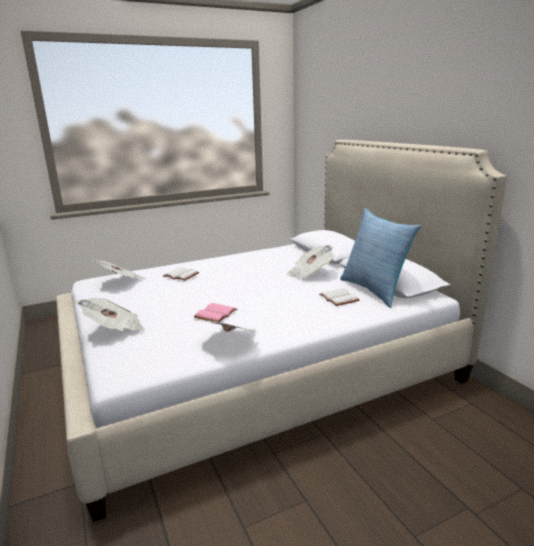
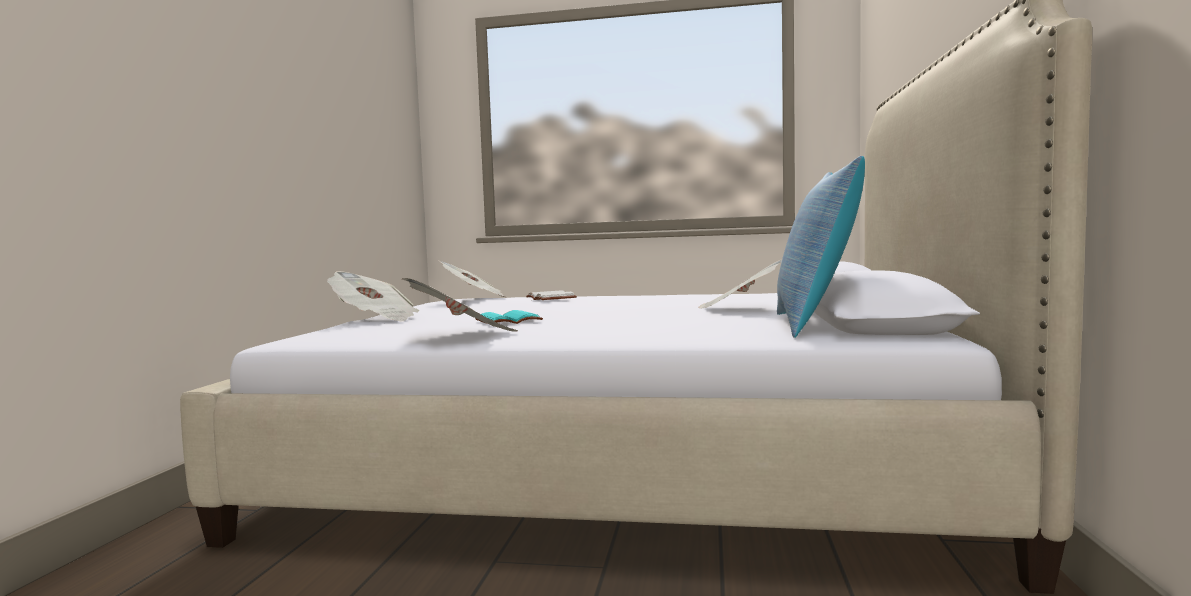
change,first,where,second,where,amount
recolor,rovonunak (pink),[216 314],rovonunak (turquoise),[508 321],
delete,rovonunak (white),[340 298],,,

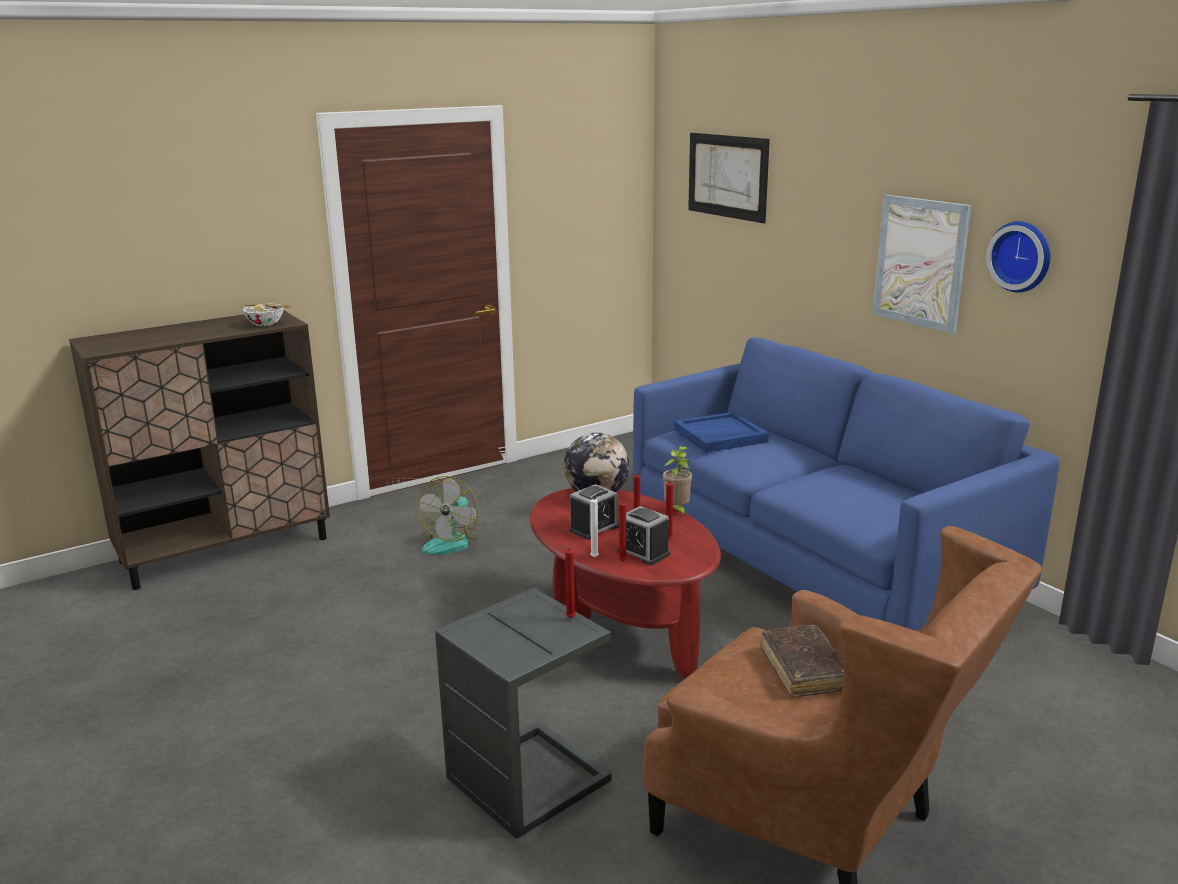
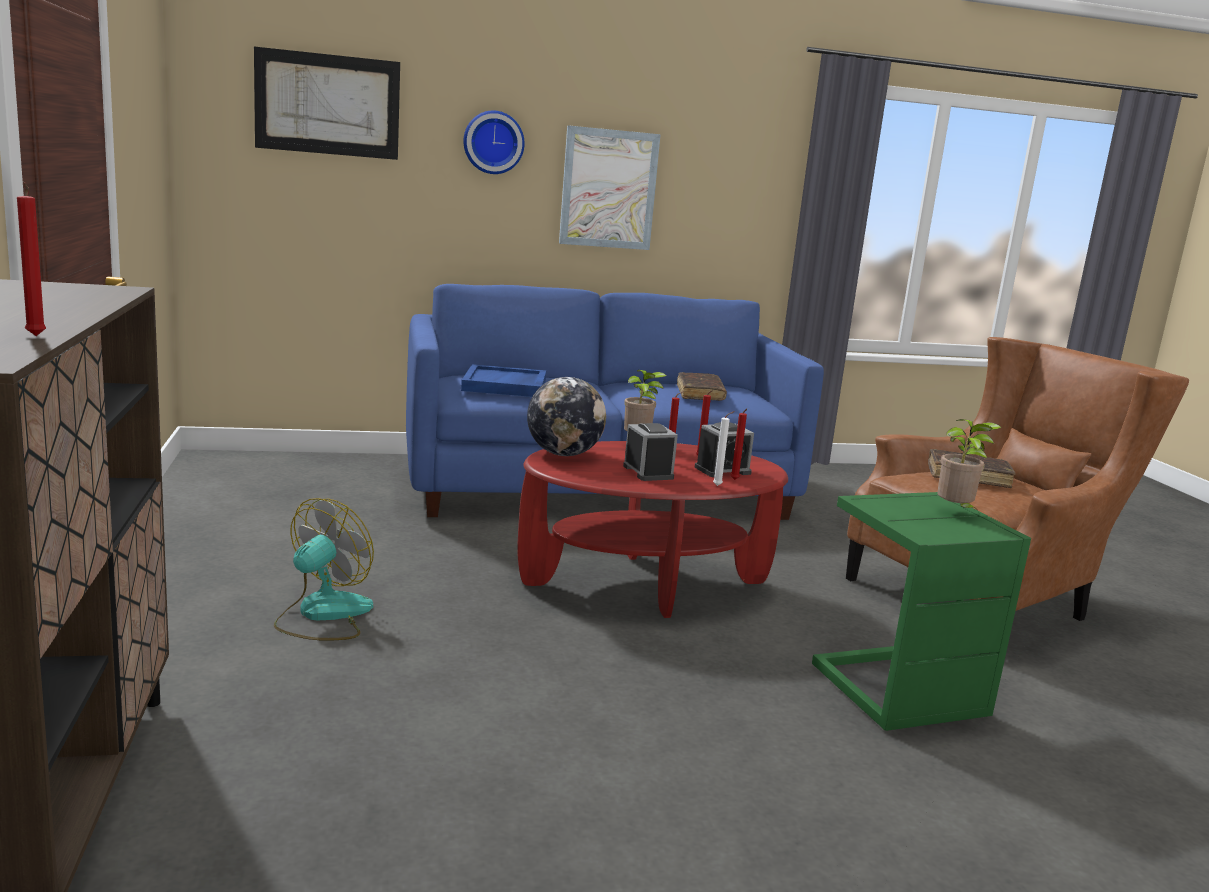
change,first,where,second,where,amount
delete,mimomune,[265 324],,,
rotate,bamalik,[452 542],,[323 615],105 degrees counterclockwise
recolor,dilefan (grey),[532 780],dilefan (green),[898 689],
move,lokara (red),[569 619],,[35 336],
move,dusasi,[1021 256],,[493 142],
insert,,,rovonunak (brown),[700 394],
insert,,,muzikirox,[956 512],

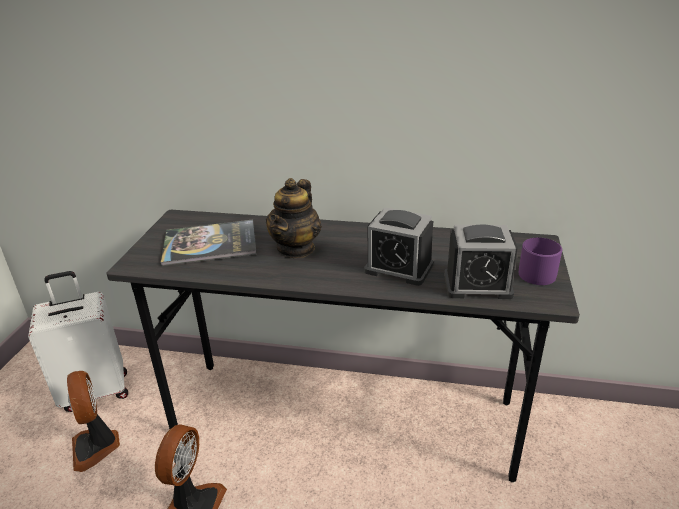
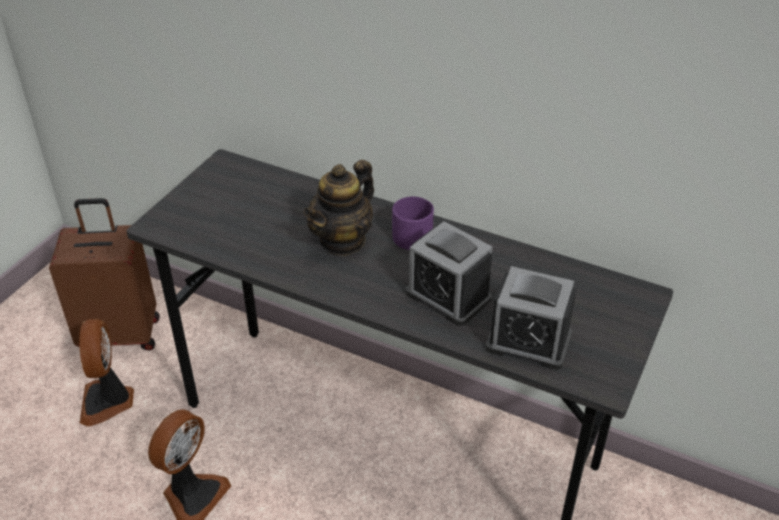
change,first,where,second,where,amount
recolor,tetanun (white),[96 391],tetanun (brown),[121 333],
delete,rovonunak,[210 244],,,
move,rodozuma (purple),[537 272],,[416 234],

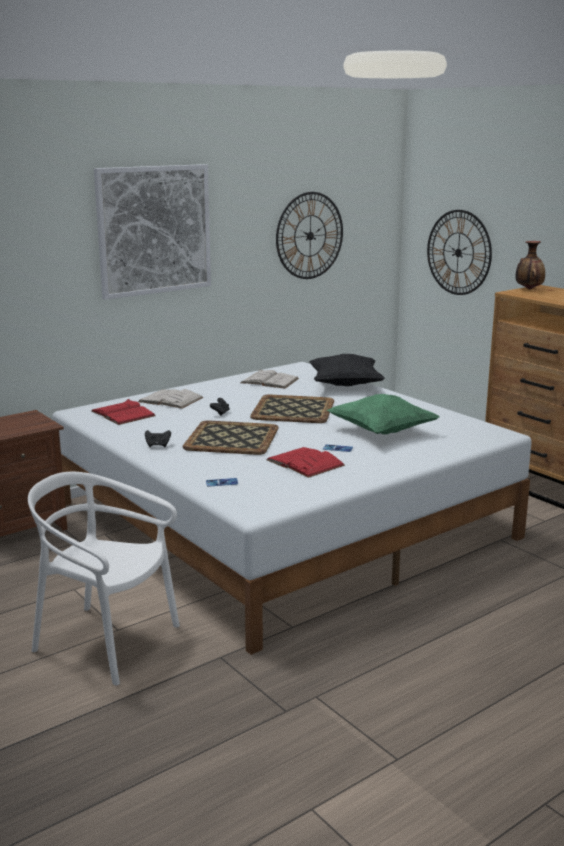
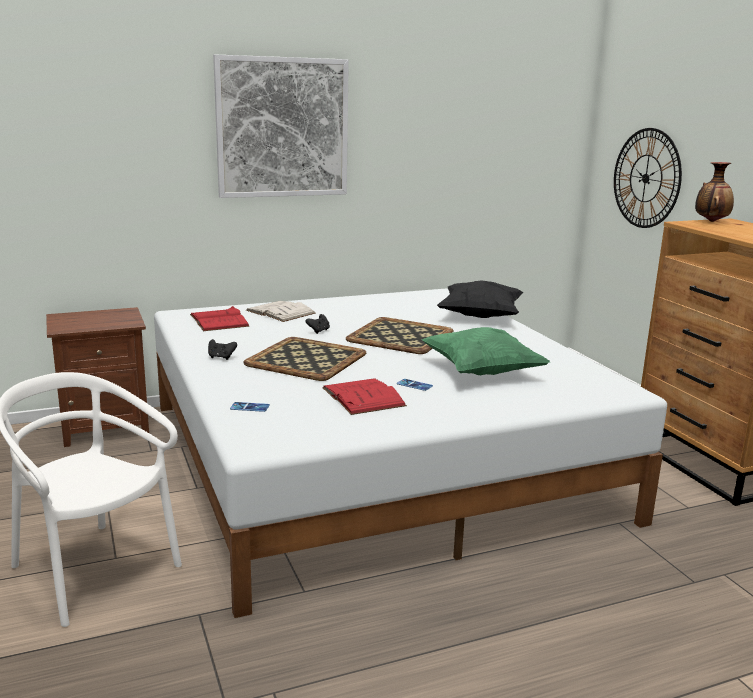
change,first,where,second,where,amount
delete,rovonunak (white),[269 381],,,
delete,dusasi,[310 236],,,

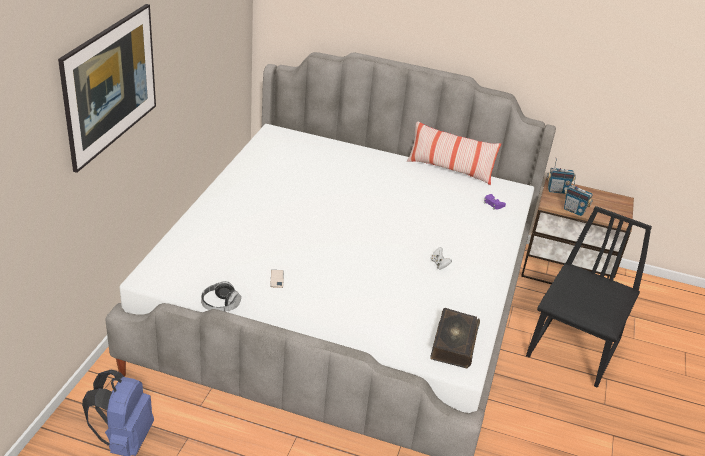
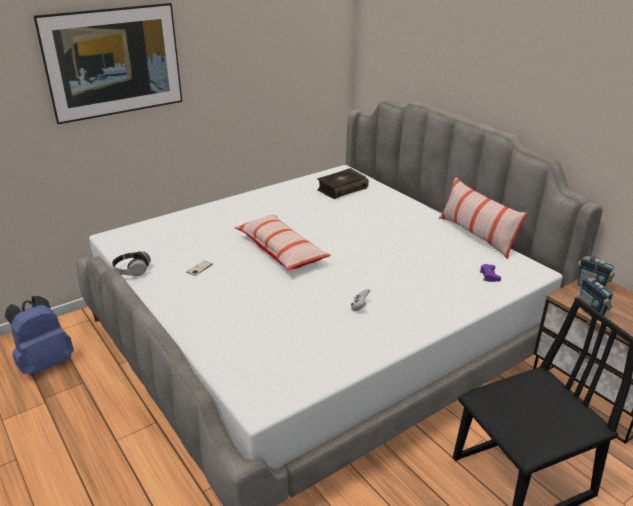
change,first,where,second,where,amount
move,rovonunak,[453 344],,[341 189],
insert,,,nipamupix,[281 251],

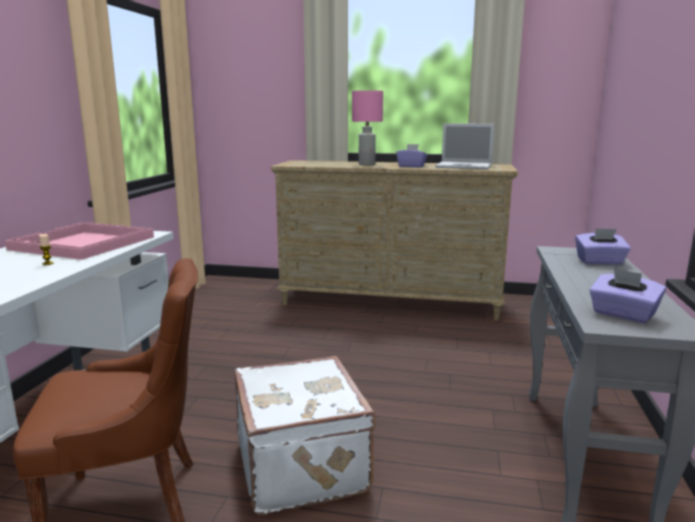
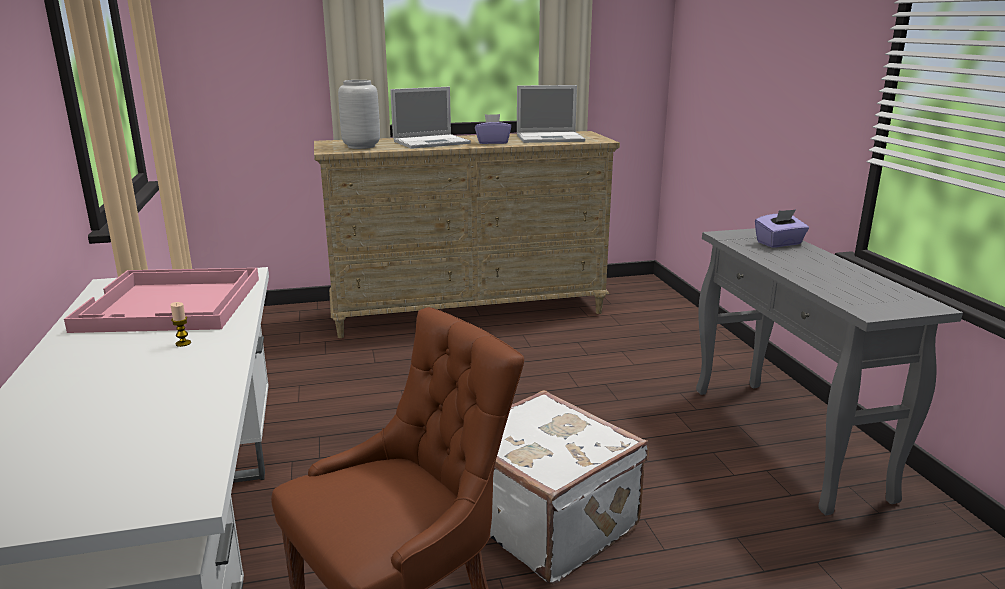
change,first,where,second,where,amount
replace,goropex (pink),[367 164],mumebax,[432 142],
delete,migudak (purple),[623 314],,,
insert,,,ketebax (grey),[360 146],

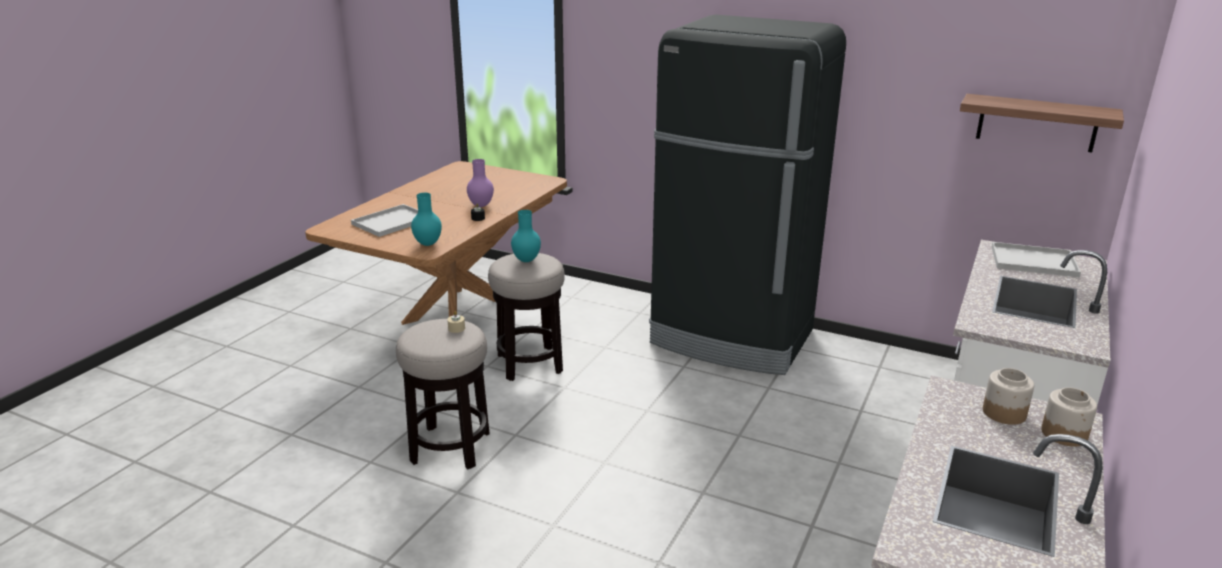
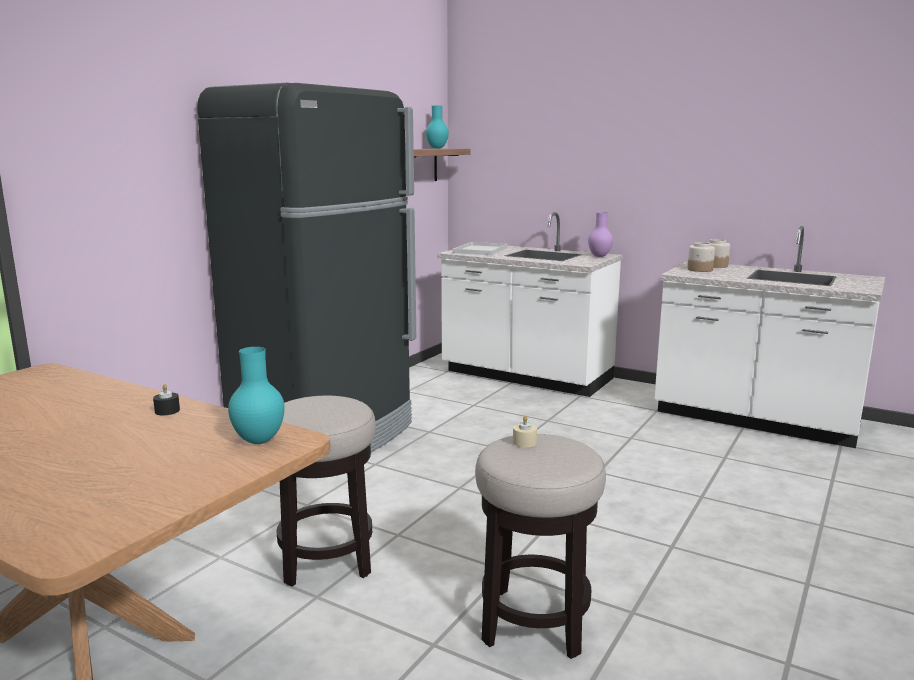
change,first,where,second,where,amount
delete,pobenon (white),[391 222],,,
move,ketebax (purple),[481 206],,[600 256],
move,ketebax (turquoise),[527 260],,[437 148],

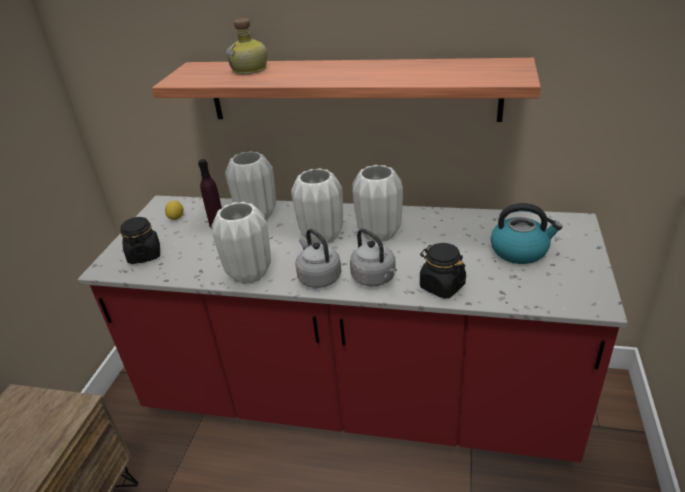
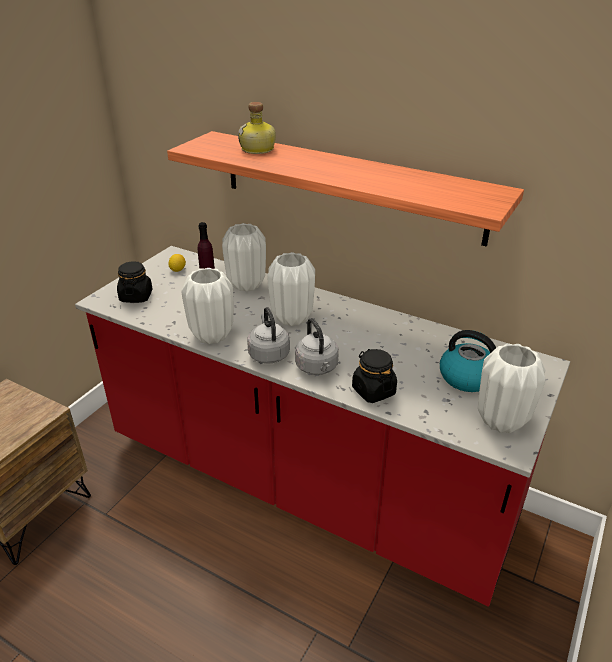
change,first,where,second,where,amount
move,ketebax (white),[378 234],,[500 420],

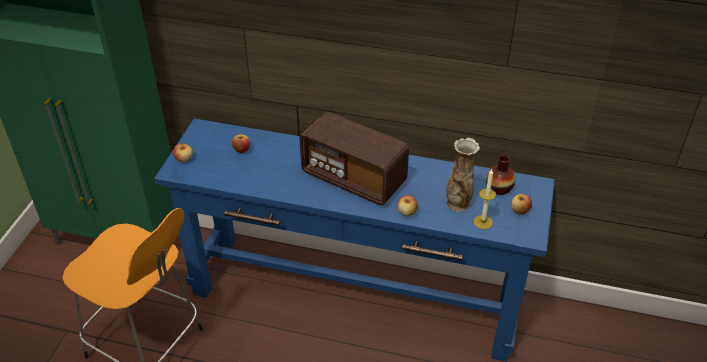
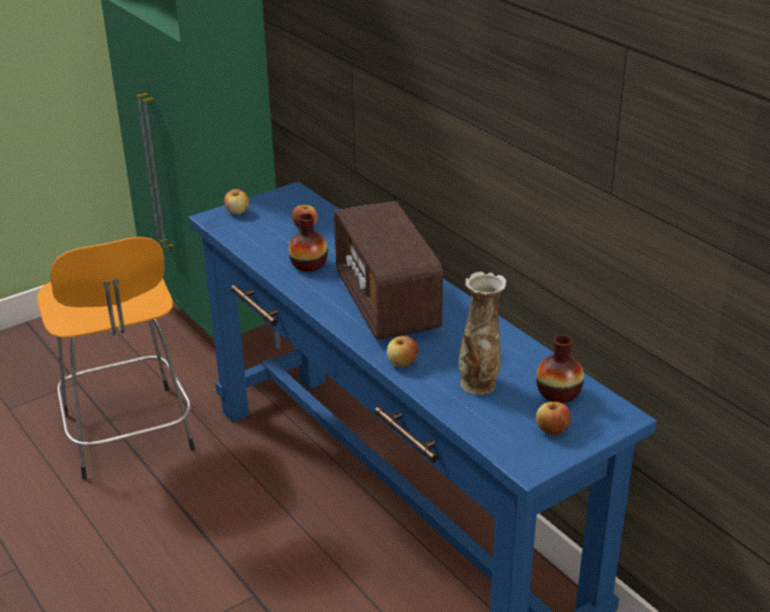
change,first,where,second,where,amount
delete,lokara,[483 222],,,
insert,,,ketebax,[309 265],

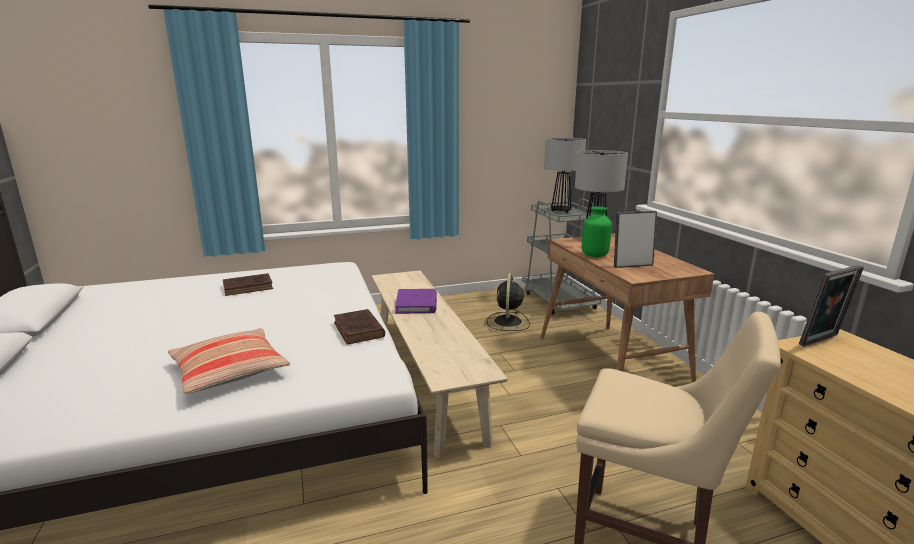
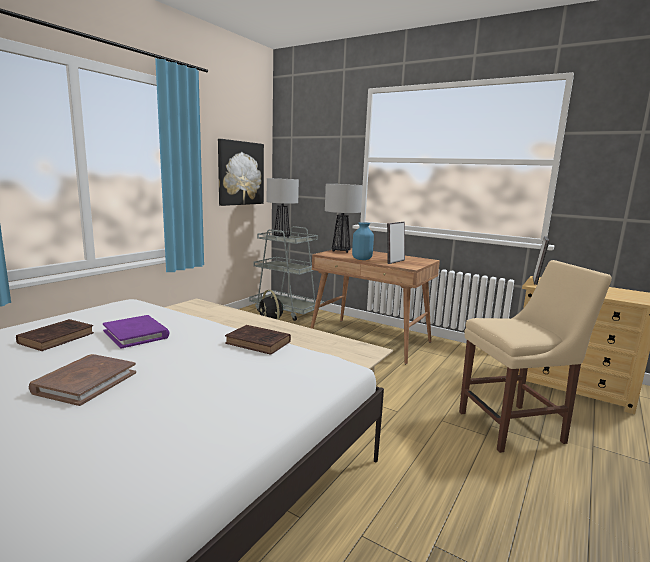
change,first,where,second,where,amount
delete,nipamupix,[230 371],,,
move,rovonunak (purple),[416 304],,[136 334],
recolor,ketebax (green),[595 255],ketebax (blue),[362 259],
insert,,,rovonunak (brown),[85 382],
insert,,,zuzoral,[240 173],

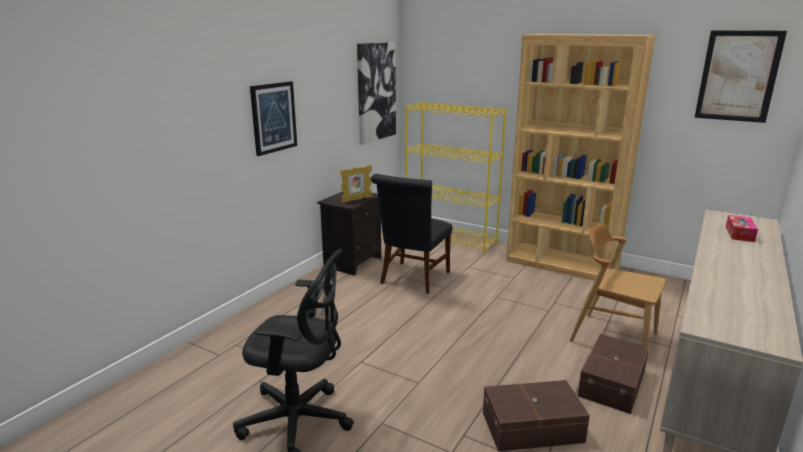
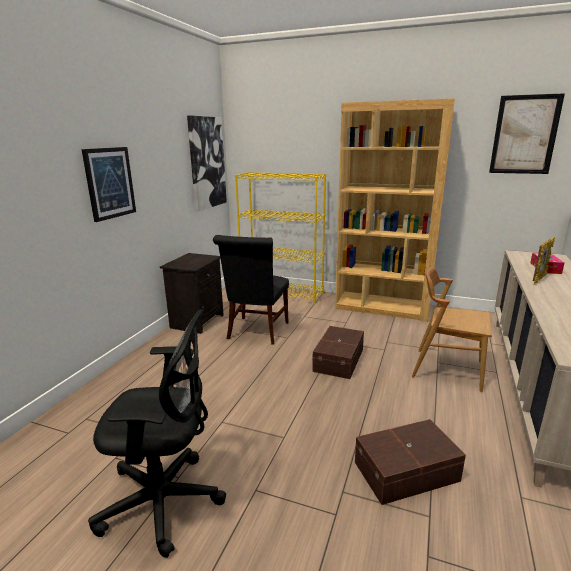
change,first,where,second,where,amount
move,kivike,[356 200],,[539 279],
move,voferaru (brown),[613 383],,[339 360],

